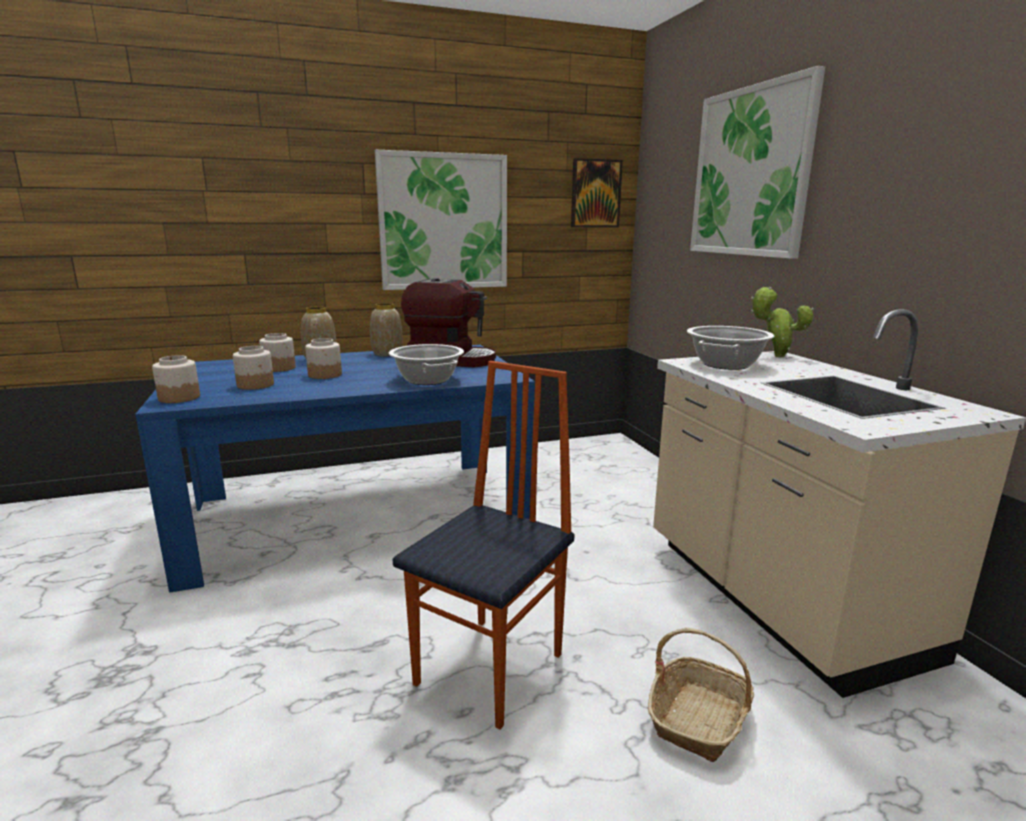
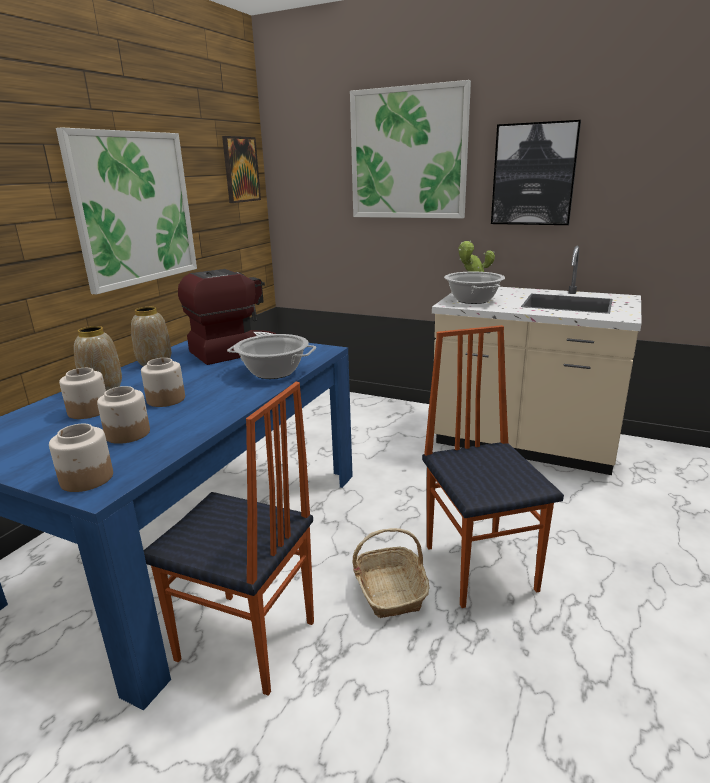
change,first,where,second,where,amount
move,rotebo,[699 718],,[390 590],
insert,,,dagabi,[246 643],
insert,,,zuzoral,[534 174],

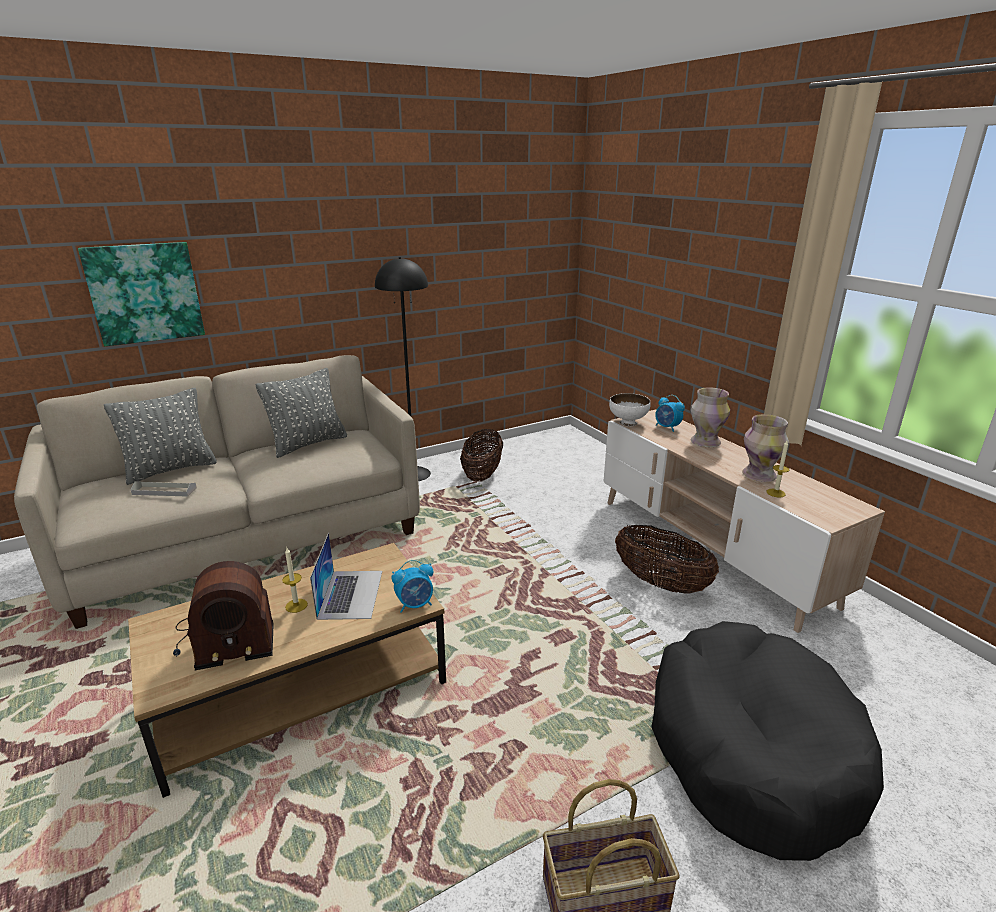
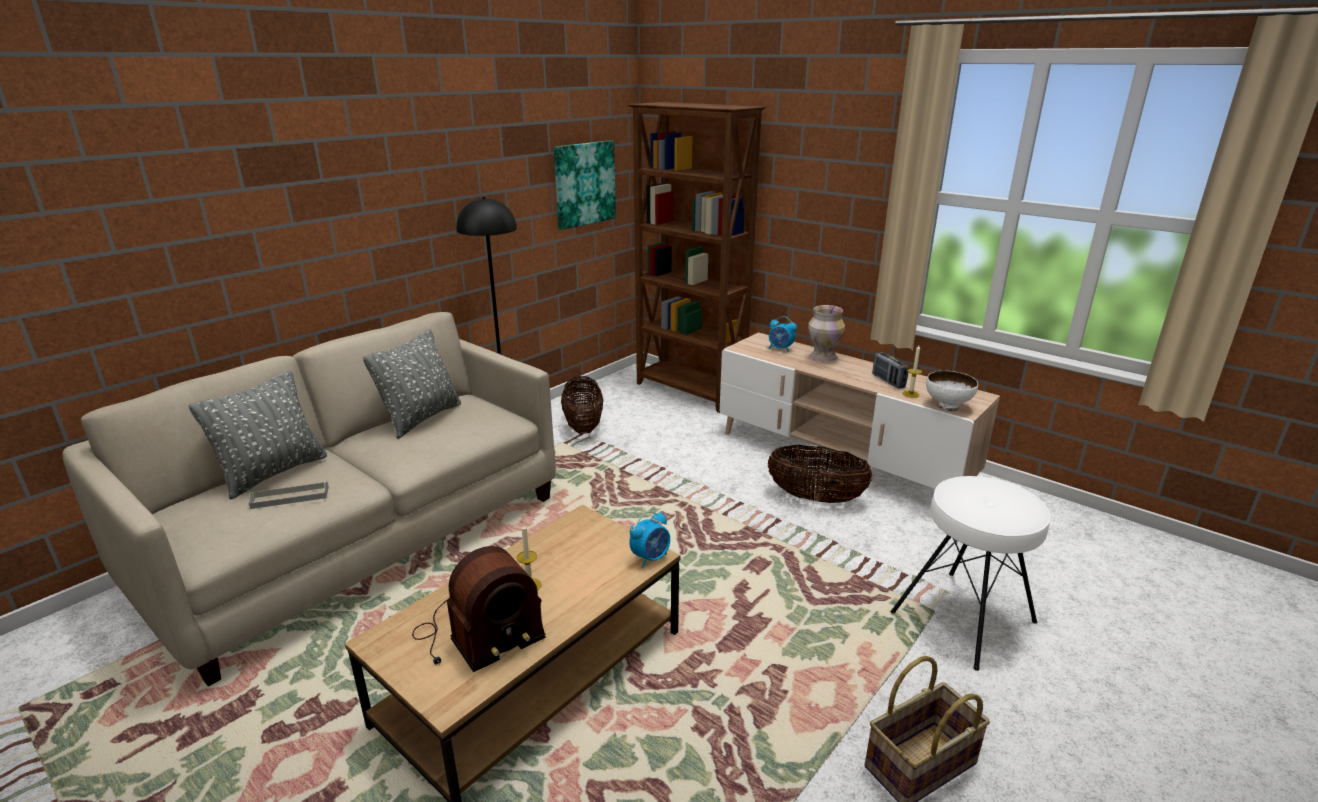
change,first,where,second,where,amount
move,zuzoral,[145 293],,[584 184],
delete,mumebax,[350 594],,,
move,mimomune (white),[628 422],,[947 406],
replace,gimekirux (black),[751 749],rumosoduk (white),[964 618],
replace,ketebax,[759 475],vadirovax,[888 381],
insert,,,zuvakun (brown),[690 391],

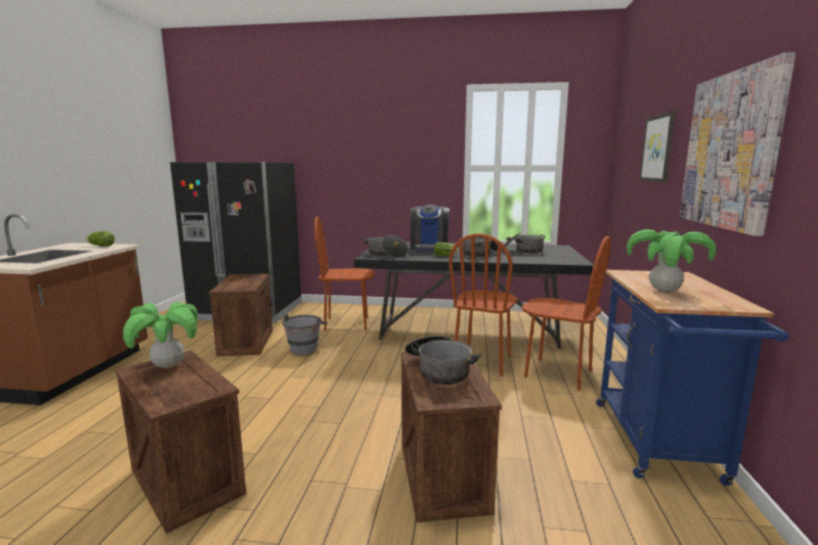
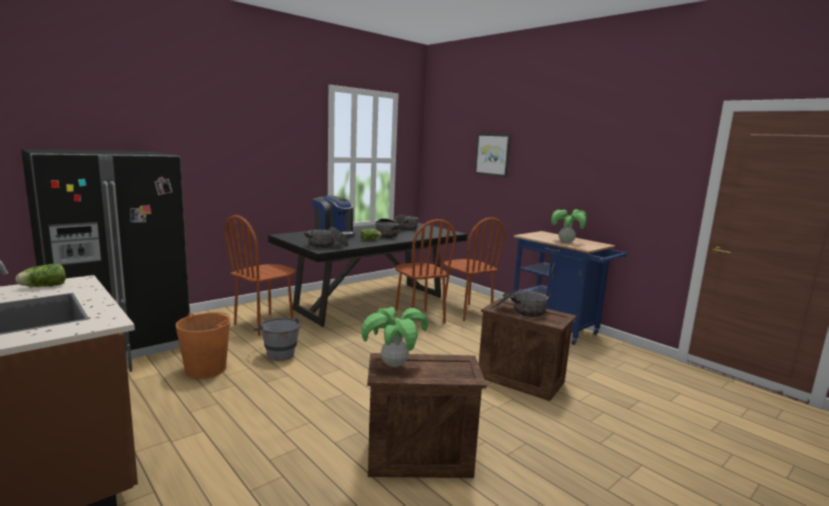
change,first,where,second,where,amount
replace,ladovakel,[247 342],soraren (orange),[206 369],
rotate,dagabi (brown),[558 374],,[467 312],75 degrees clockwise
delete,zuzoral,[731 151],,,

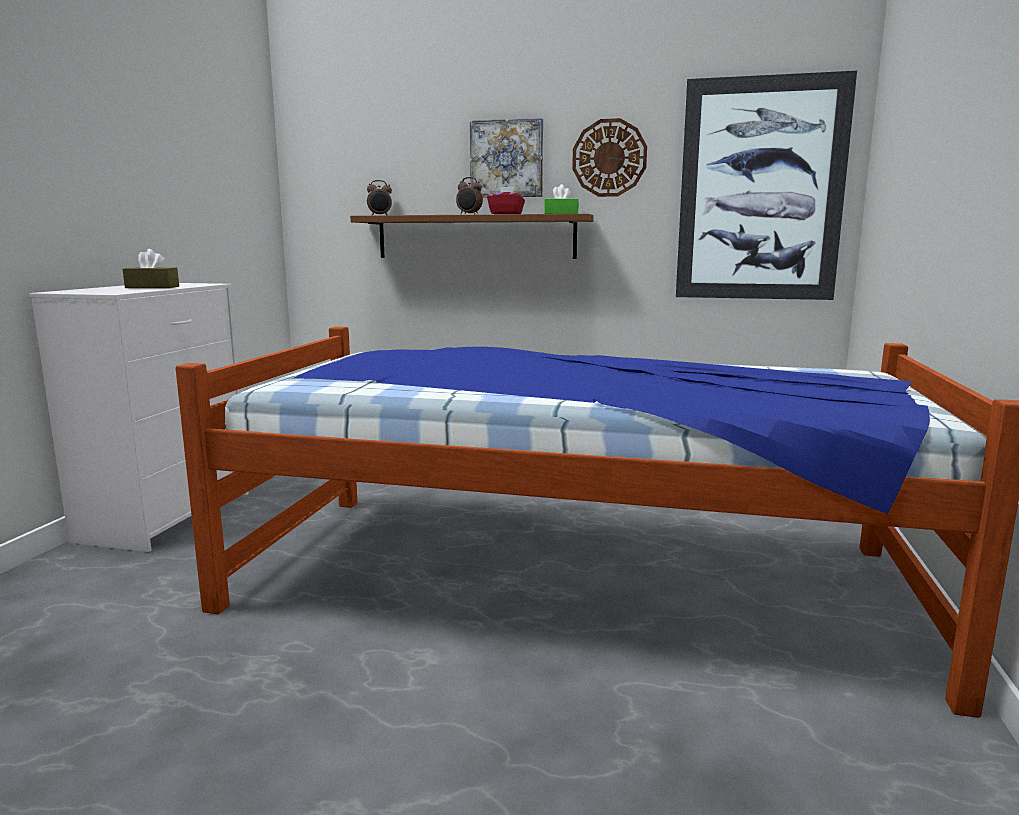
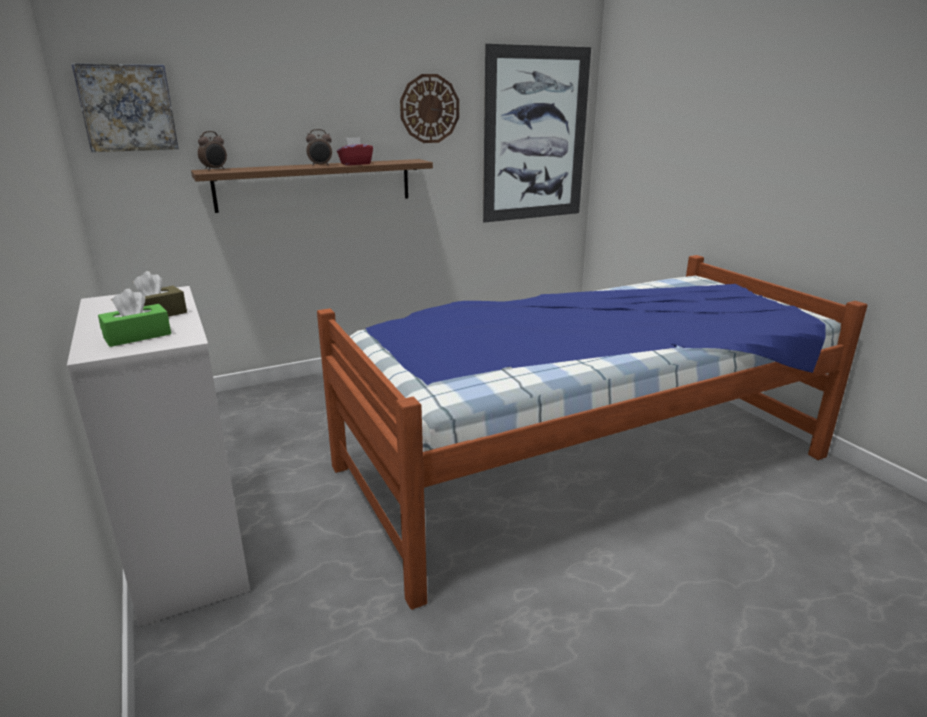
change,first,where,second,where,amount
move,zuzoral,[507 159],,[127 108],
move,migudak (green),[561 214],,[137 336],

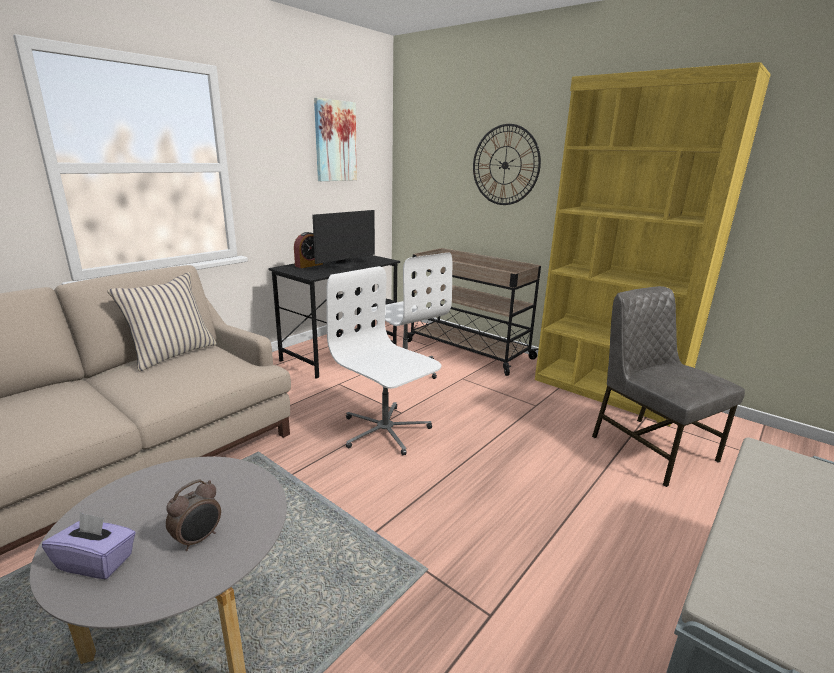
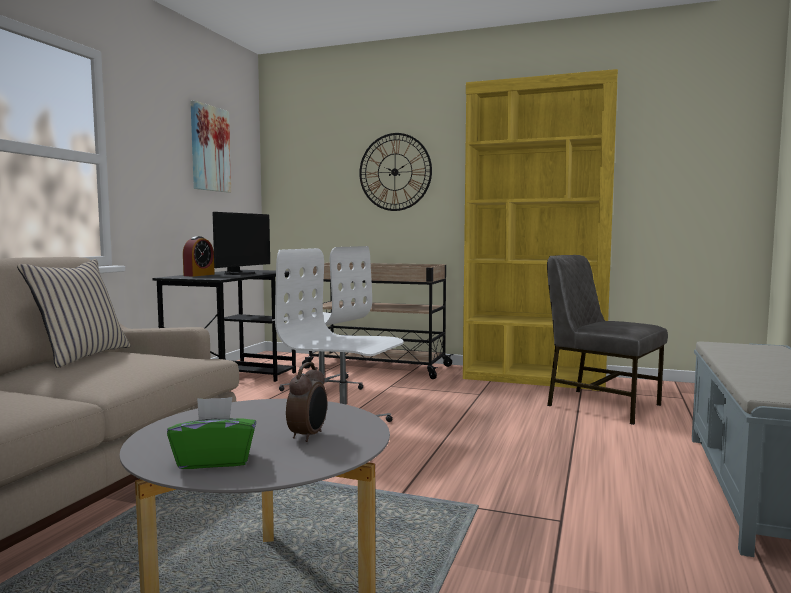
change,first,where,second,where,amount
recolor,migudak (purple),[97 561],migudak (green),[215 460],

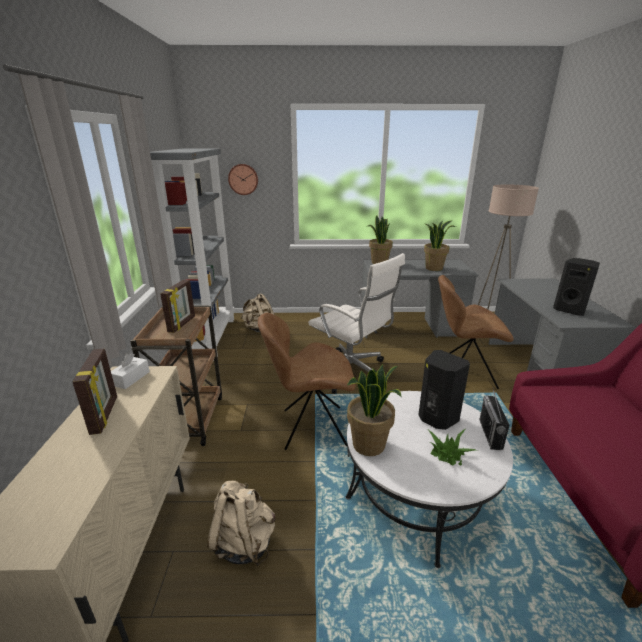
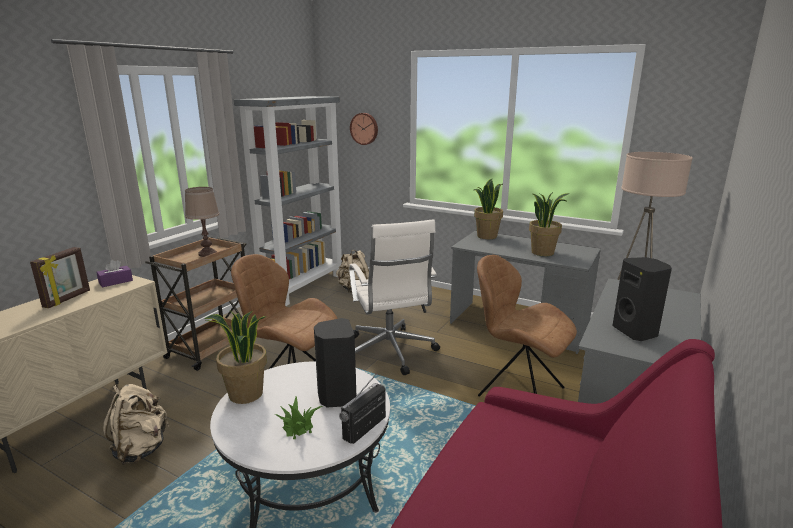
change,first,where,second,where,amount
recolor,migudak (white),[131 378],migudak (purple),[116 282],
replace,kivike,[182 324],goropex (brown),[207 254],

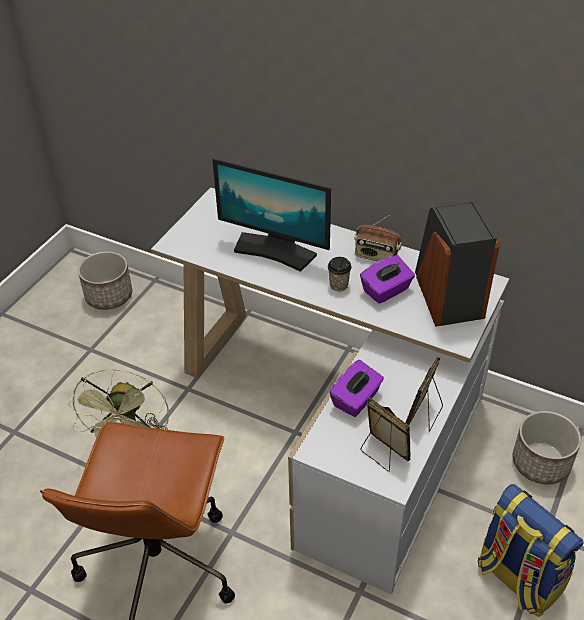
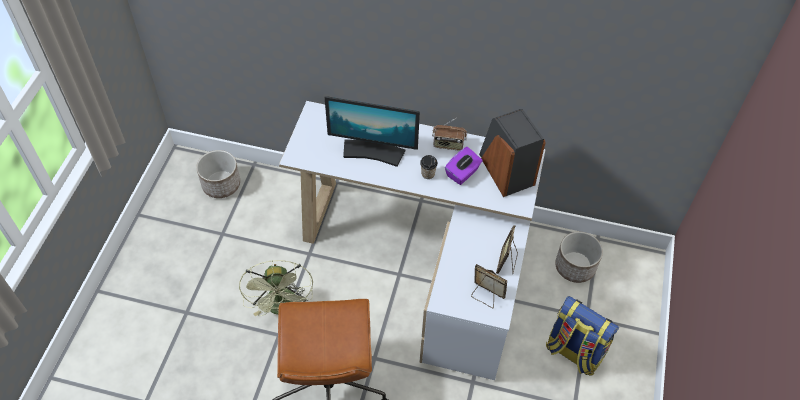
change,first,where,second,where,amount
delete,migudak (purple),[356 399],,,

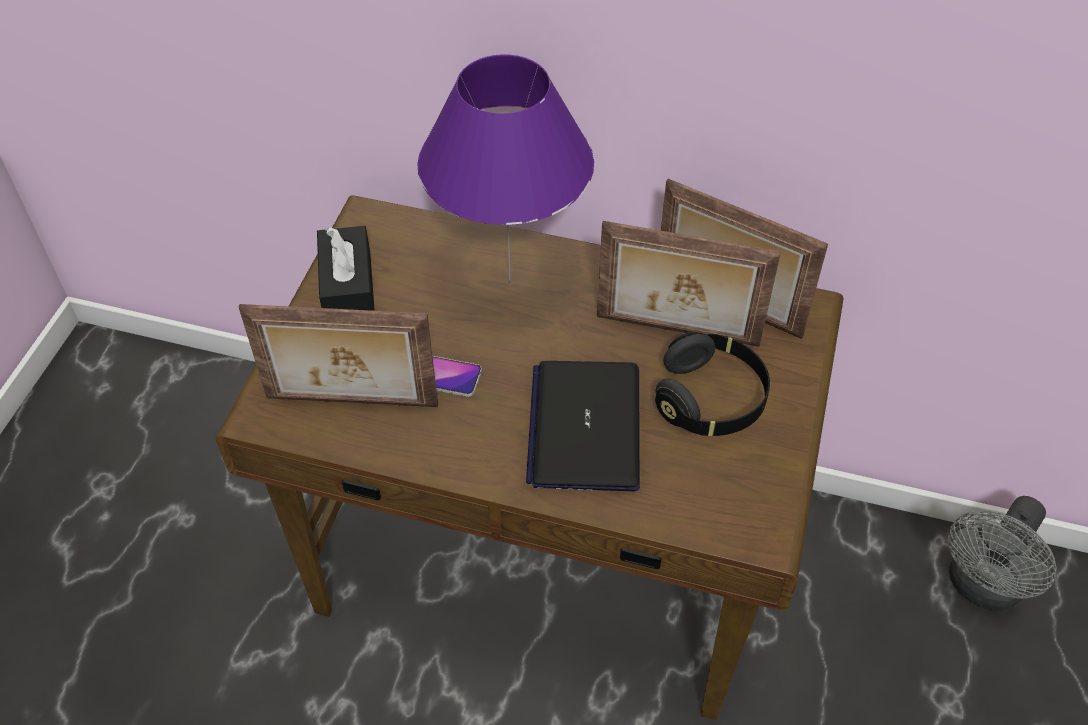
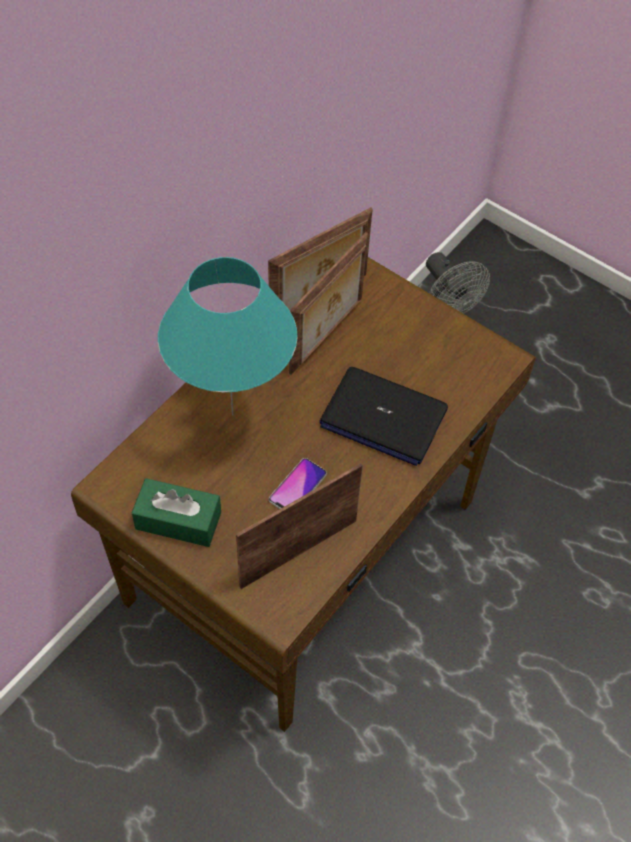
change,first,where,second,where,amount
rotate,kivike,[351 403],,[297 551],150 degrees counterclockwise
recolor,migudak (black),[348 287],migudak (green),[178 520],
recolor,goropex (purple),[509 284],goropex (turquoise),[232 415],
delete,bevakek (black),[710 400],,,

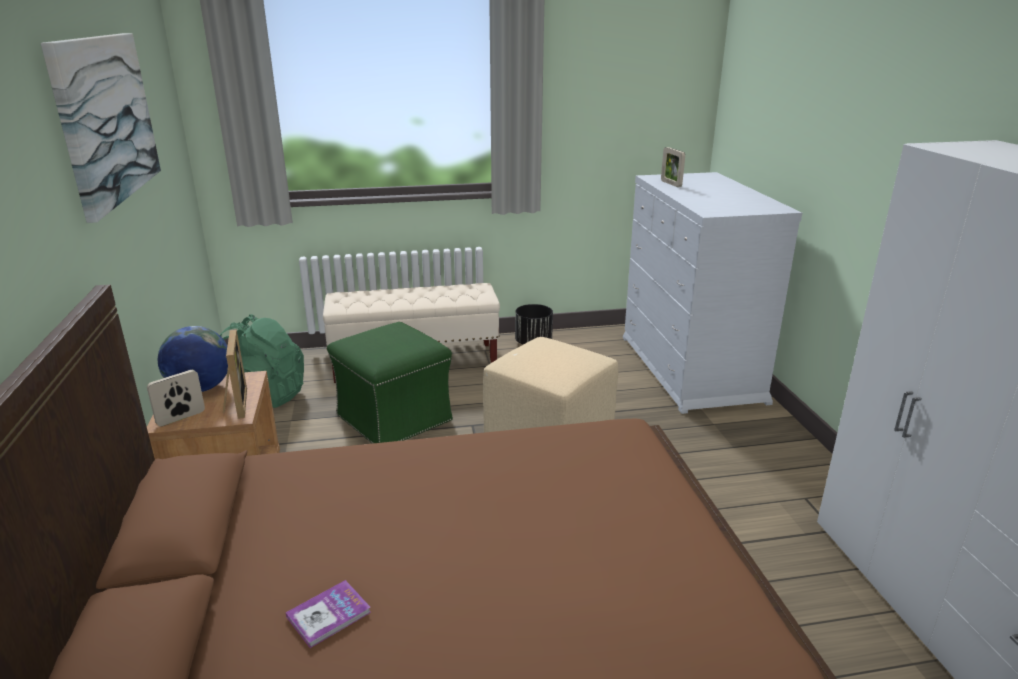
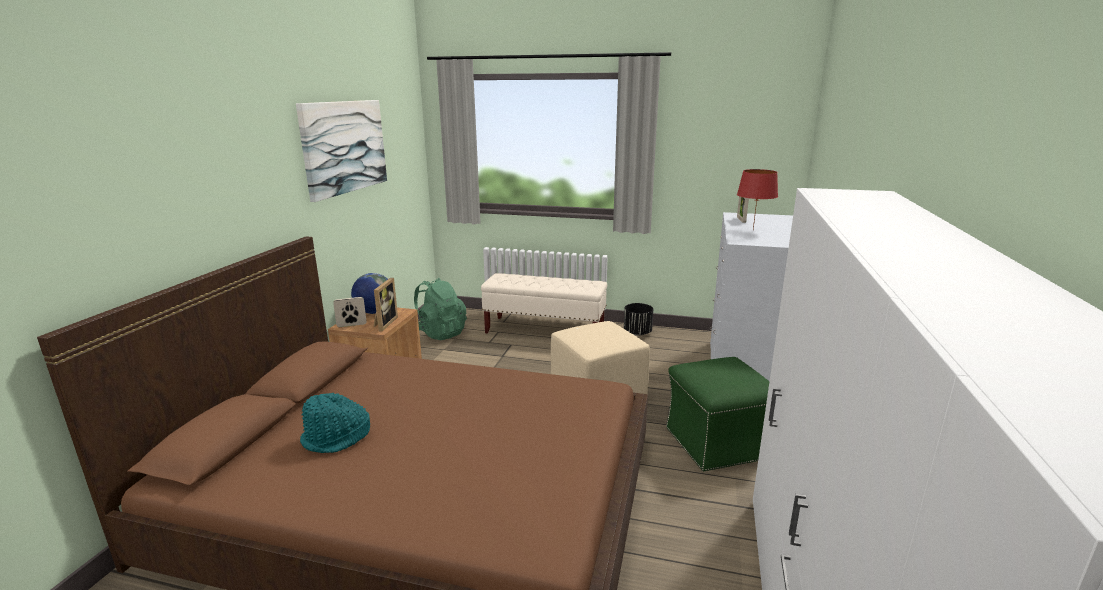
change,first,where,second,where,amount
replace,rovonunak,[329 615],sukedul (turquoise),[337 438],
move,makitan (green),[393 418],,[716 442],
insert,,,goropex (red),[752 230],

